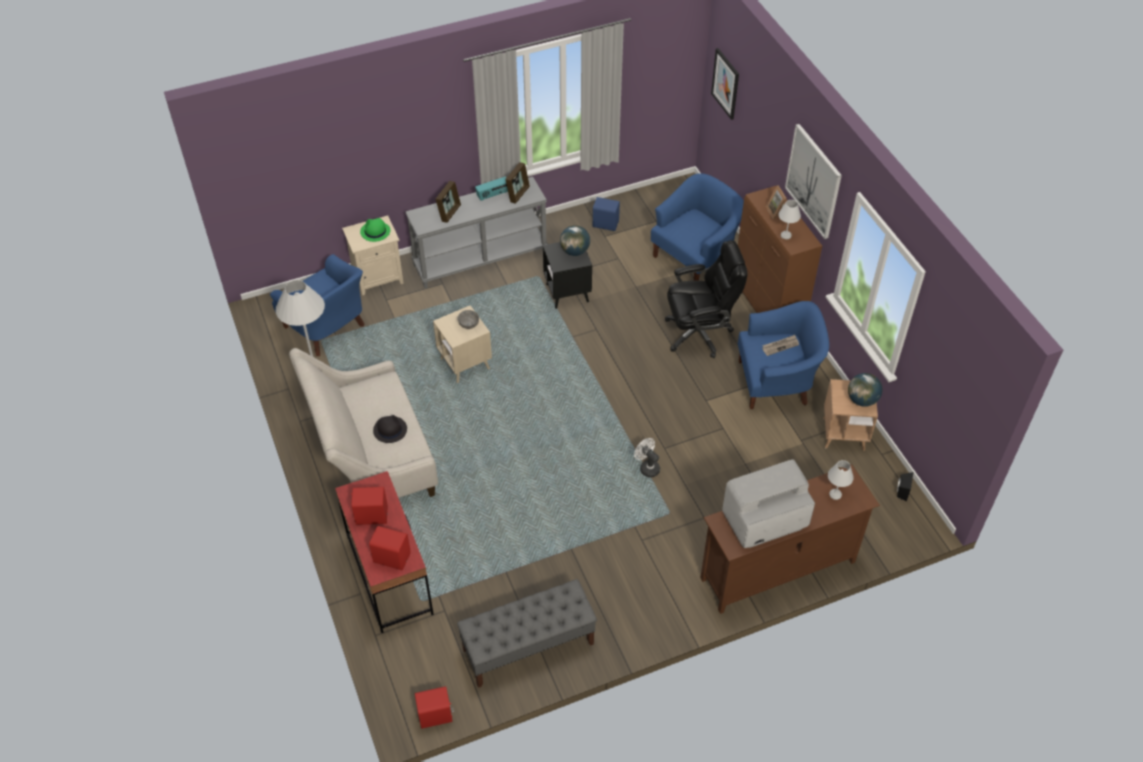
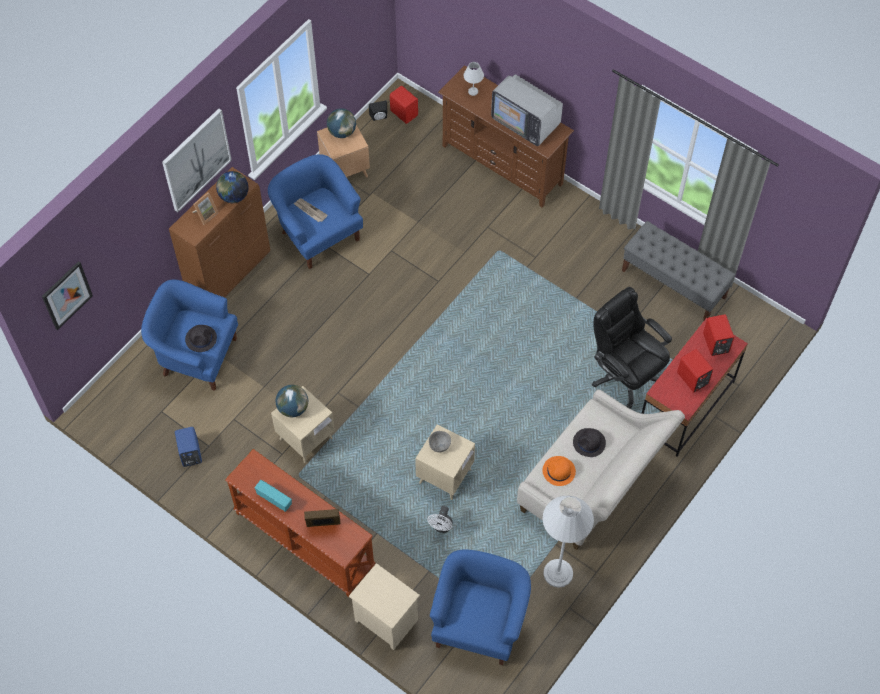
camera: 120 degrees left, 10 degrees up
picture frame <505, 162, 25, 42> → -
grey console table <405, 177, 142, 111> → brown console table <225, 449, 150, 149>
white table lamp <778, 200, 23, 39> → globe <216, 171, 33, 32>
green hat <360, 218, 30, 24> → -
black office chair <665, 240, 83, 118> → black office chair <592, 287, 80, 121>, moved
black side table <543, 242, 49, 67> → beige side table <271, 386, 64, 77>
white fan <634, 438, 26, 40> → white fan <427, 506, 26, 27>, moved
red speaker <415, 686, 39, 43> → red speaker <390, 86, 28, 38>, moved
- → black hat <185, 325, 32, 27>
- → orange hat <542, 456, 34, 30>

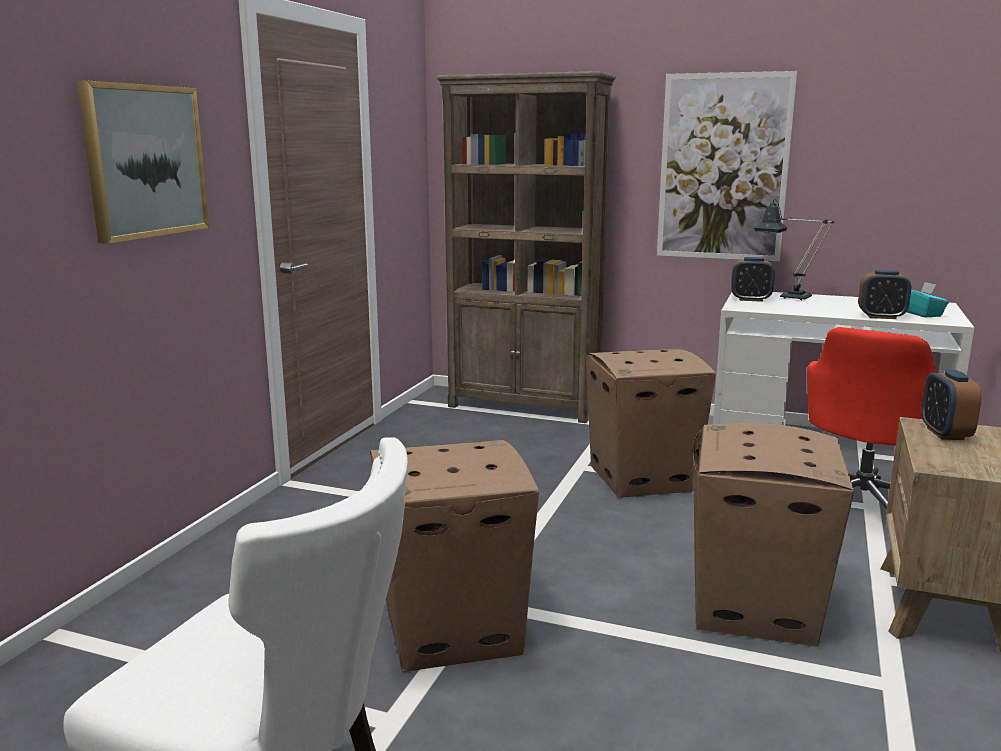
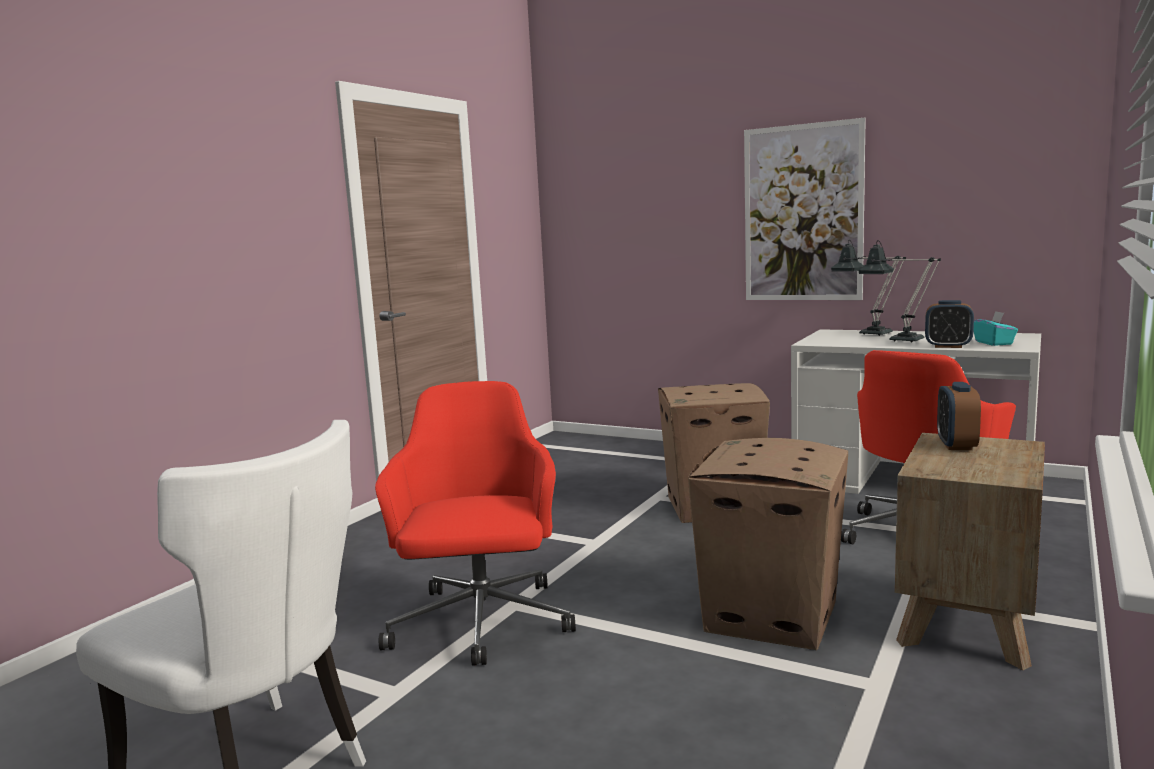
camera: 10 degrees right, 5 degrees down
brown bookcase <436, 71, 180, 352> → -
picture <77, 81, 132, 163> → -
alarm clock <731, 257, 44, 45> → -
cardboard box <370, 440, 169, 232> → red office chair <375, 381, 201, 285>
- → table lamp <858, 240, 83, 103>

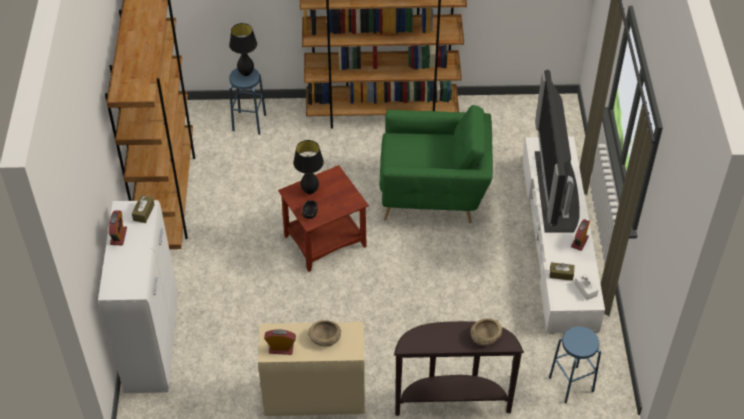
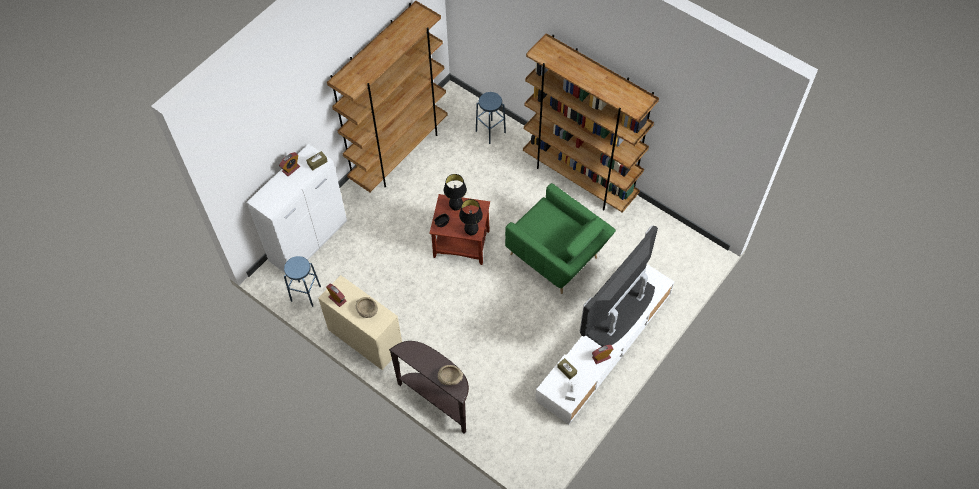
camera: 40 degrees right, 10 degrees up
black table lamp <229, 23, 28, 53> → black table lamp <459, 199, 24, 36>, moved
blue stool <549, 327, 52, 76> → blue stool <284, 256, 37, 51>, moved

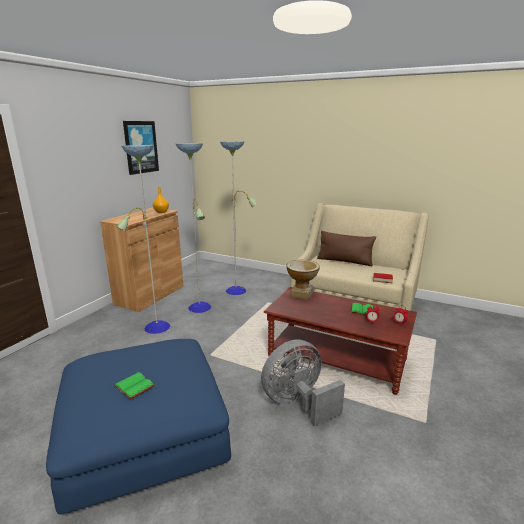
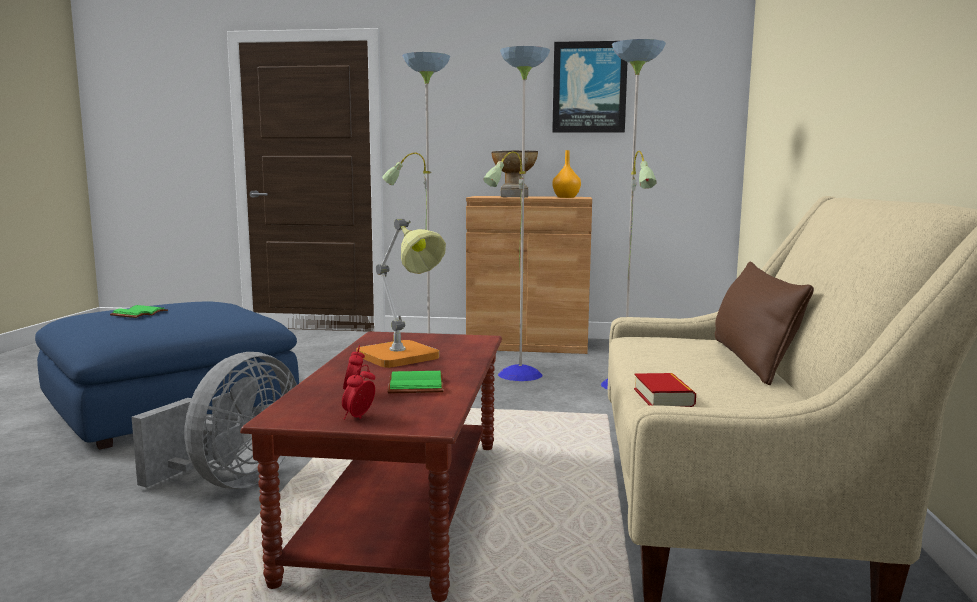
camera: 70 degrees right, 10 degrees down
vase <286, 260, 34, 40> → vase <491, 151, 47, 47>, moved
grey fan <261, 339, 84, 87> → grey fan <132, 352, 165, 137>, 75 degrees clockwise
- → table lamp <356, 219, 90, 149>

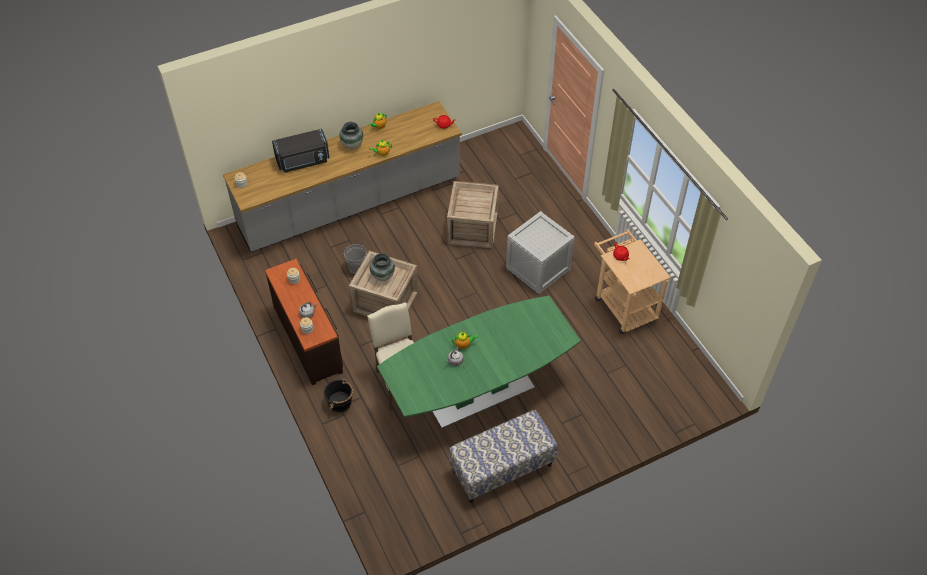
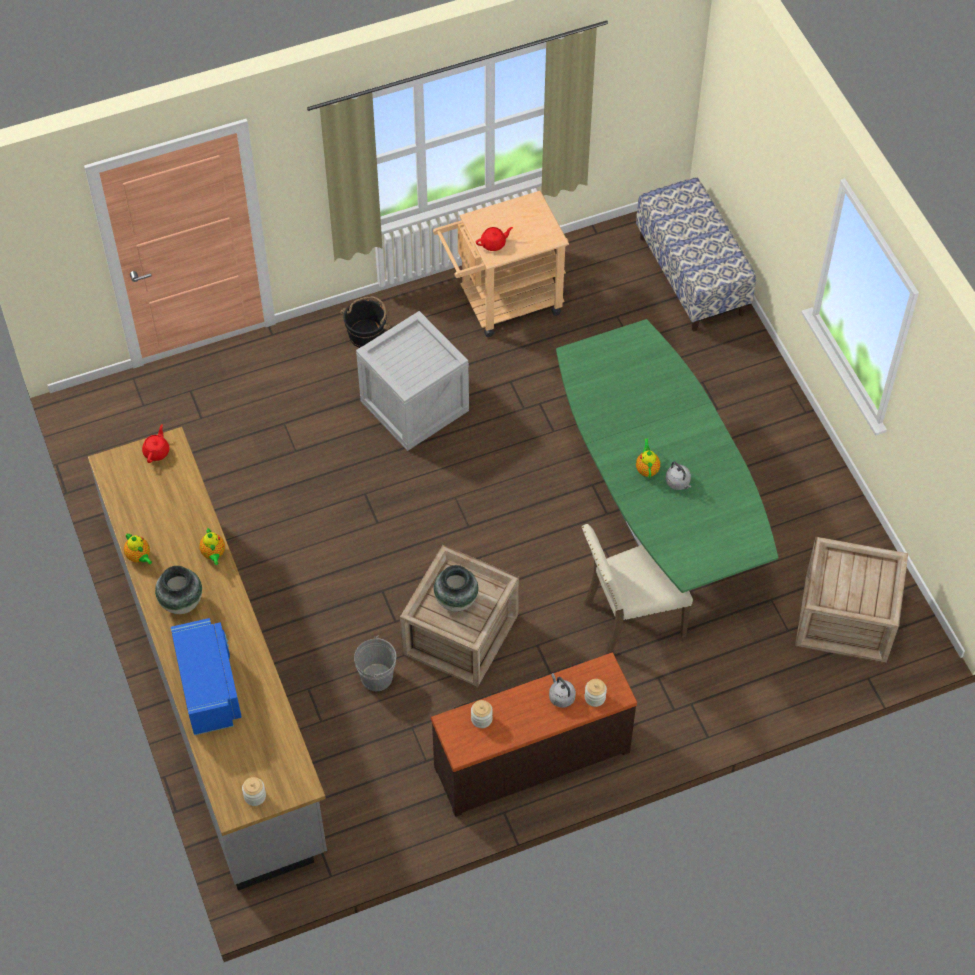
camera: 85 degrees left, 5 degrees up
black microwave <272, 129, 58, 44> → blue microwave <171, 618, 71, 117>
crate <447, 181, 52, 68> → crate <795, 537, 113, 126>, moved
black bucket <324, 378, 30, 34> → black bucket <340, 296, 50, 52>, moved
bench <449, 410, 109, 93> → bench <636, 177, 120, 154>, moved

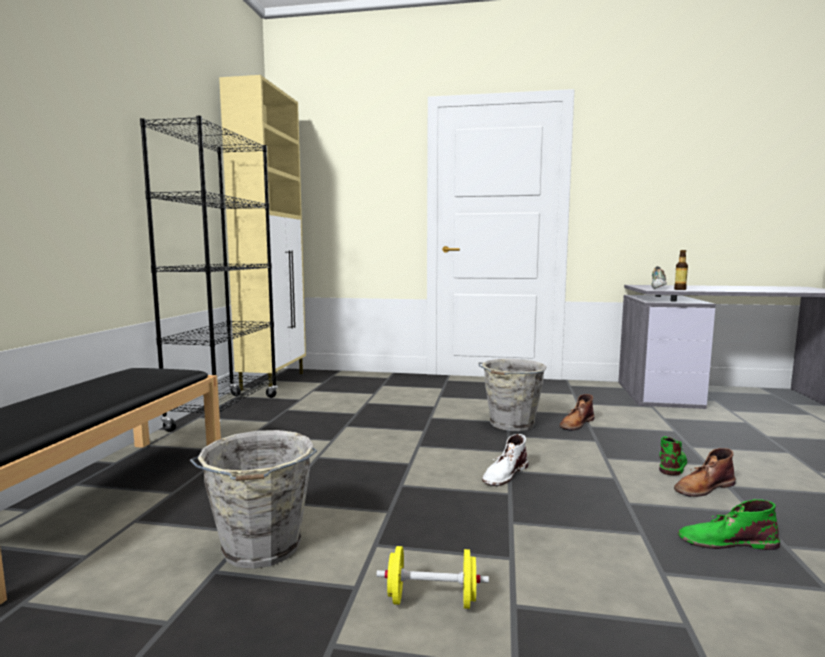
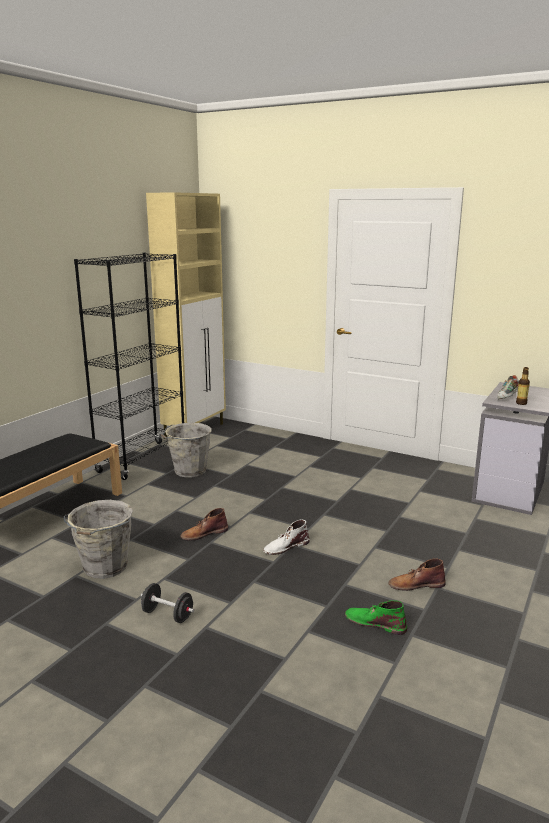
camera: 20 degrees right, 10 degrees up
grey bucket <478, 359, 69, 72> → grey bucket <161, 423, 51, 54>, moved
brown boot <560, 394, 35, 37> → brown boot <180, 508, 48, 33>, moved
green boot <659, 436, 28, 40> → -
yellow dumbbell <376, 546, 113, 63> → black dumbbell <141, 583, 53, 40>

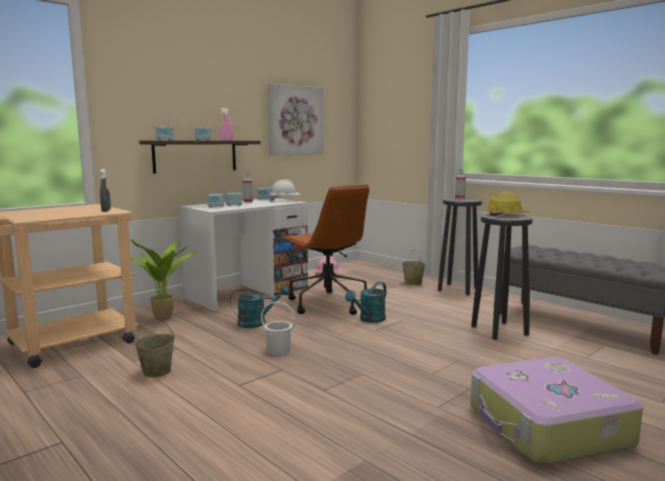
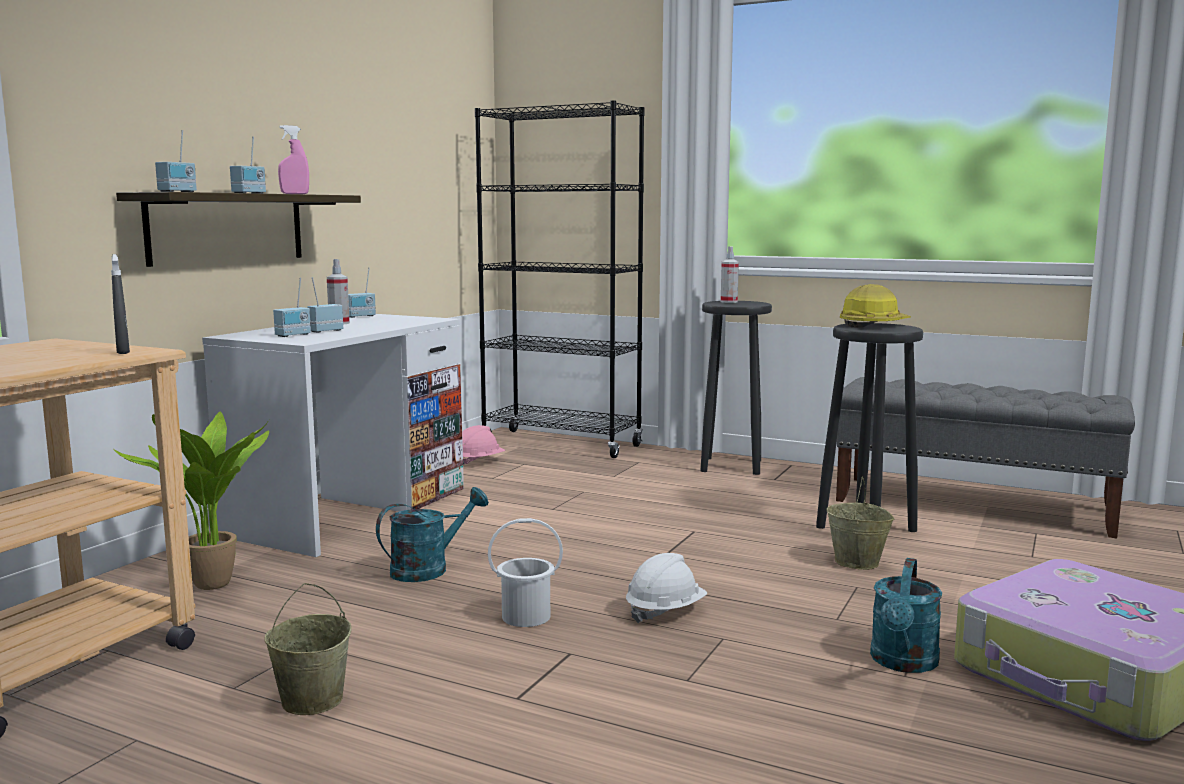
camera: 20 degrees left, 0 degrees up
picture <268, 83, 55, 73> → -
white hard hat <269, 180, 31, 21> → white hard hat <626, 553, 81, 70>, moved
brown office chair <280, 185, 89, 130> → -
beige bucket <402, 250, 24, 36> → beige bucket <827, 476, 67, 94>, moved
turquoise watering can <345, 282, 41, 41> → turquoise watering can <870, 558, 72, 115>, moved
- → black bookcase <475, 100, 170, 358>

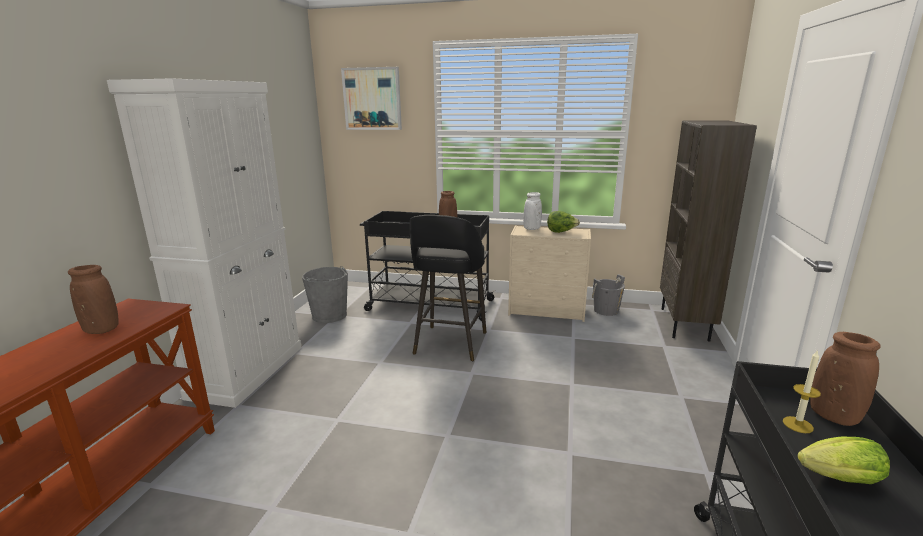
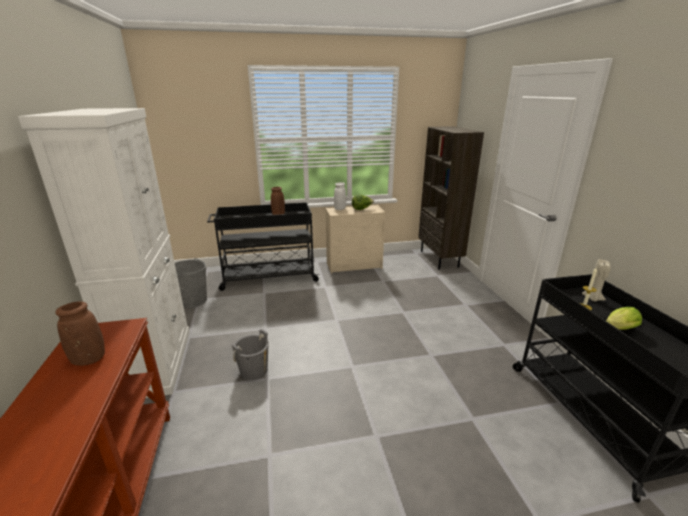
camera: 25 degrees left, 5 degrees up
picture <341, 67, 61, 63> → -
black stool <410, 215, 77, 146> → -
grey bucket <592, 274, 33, 42> → grey bucket <231, 329, 38, 51>, moved
brown vase <810, 332, 71, 94> → beige candle <582, 259, 29, 43>

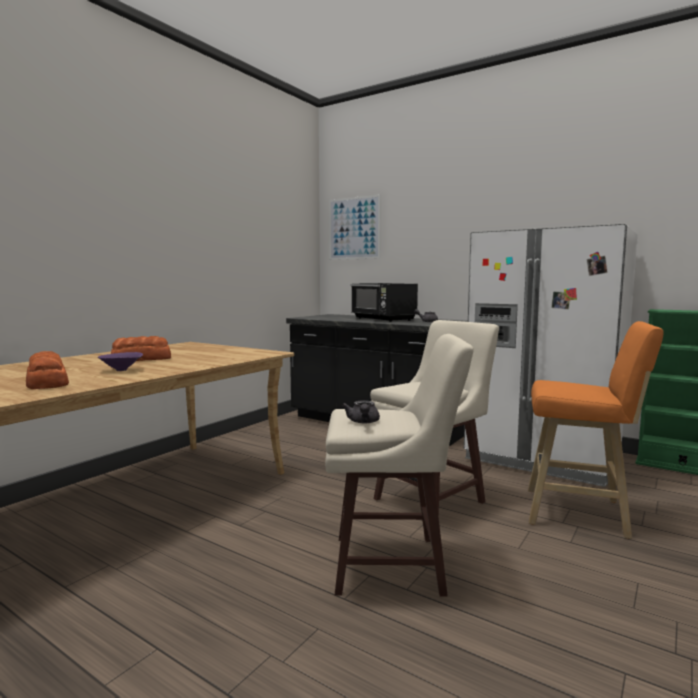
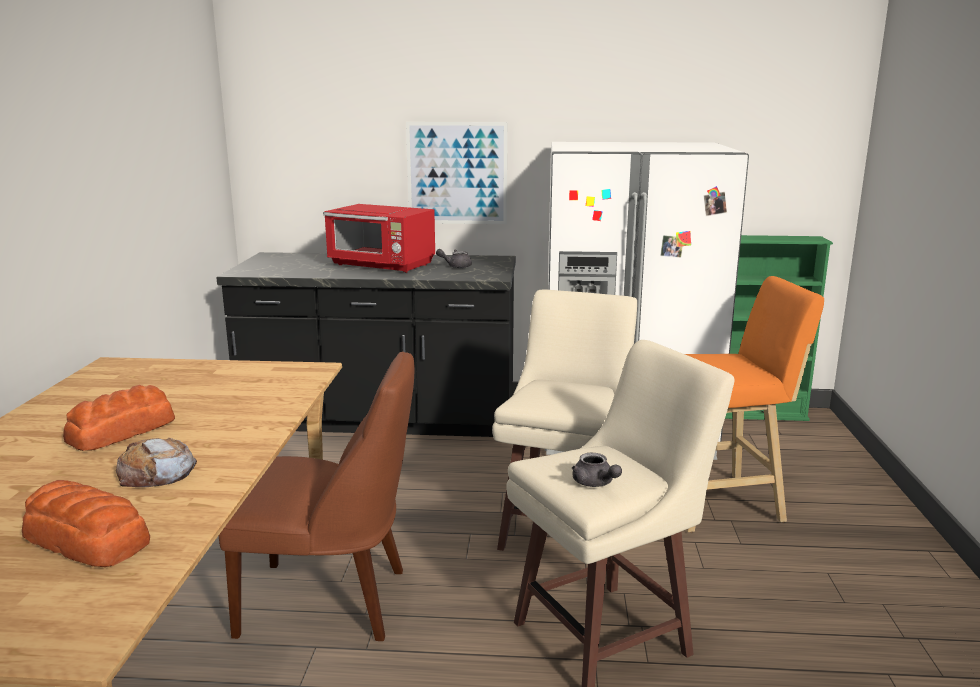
camera: 30 degrees left, 10 degrees up
picture <329, 194, 52, 66> → picture <406, 122, 101, 102>, moved
black microwave <351, 283, 67, 39> → red microwave <323, 204, 112, 69>
purple bowl <98, 352, 45, 19> → bread <116, 438, 81, 49>
- → brown chair <219, 351, 195, 290>

